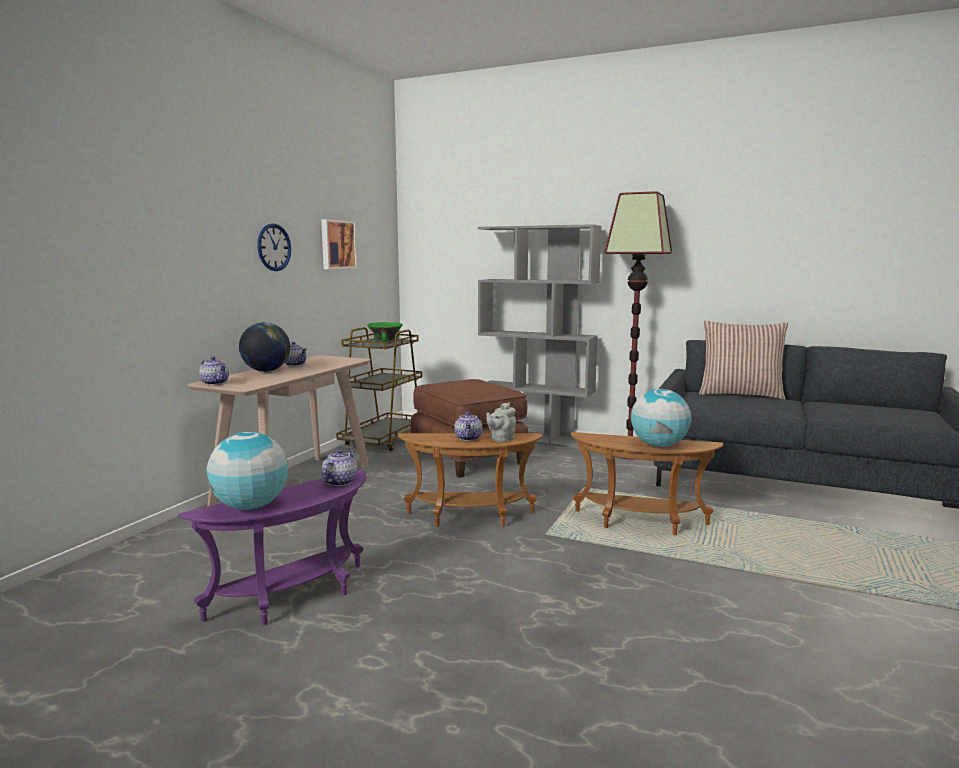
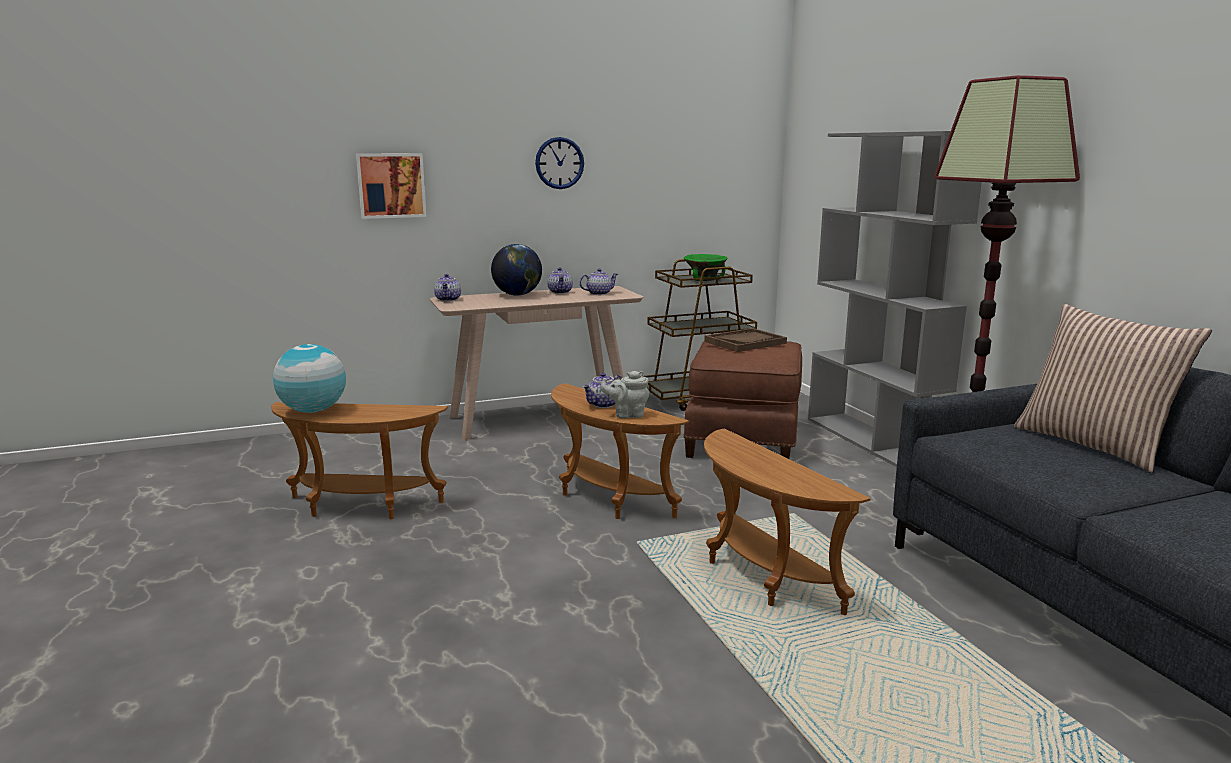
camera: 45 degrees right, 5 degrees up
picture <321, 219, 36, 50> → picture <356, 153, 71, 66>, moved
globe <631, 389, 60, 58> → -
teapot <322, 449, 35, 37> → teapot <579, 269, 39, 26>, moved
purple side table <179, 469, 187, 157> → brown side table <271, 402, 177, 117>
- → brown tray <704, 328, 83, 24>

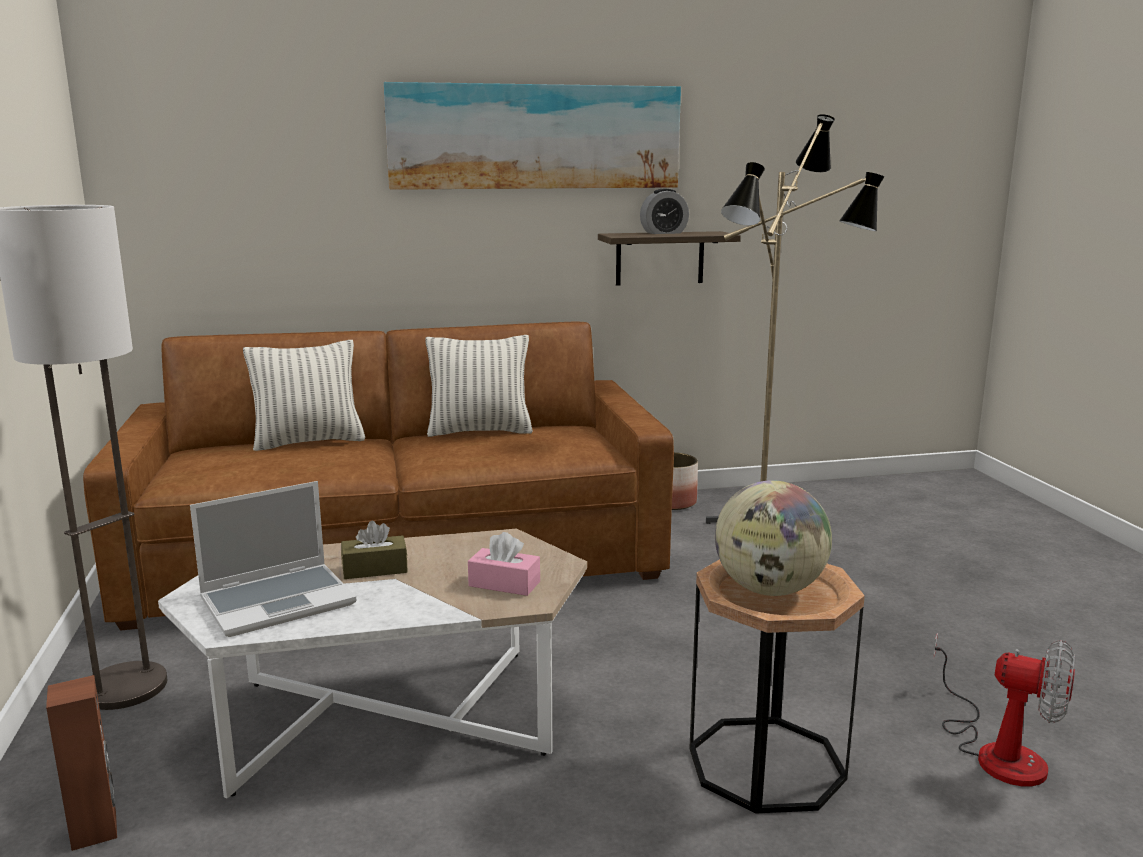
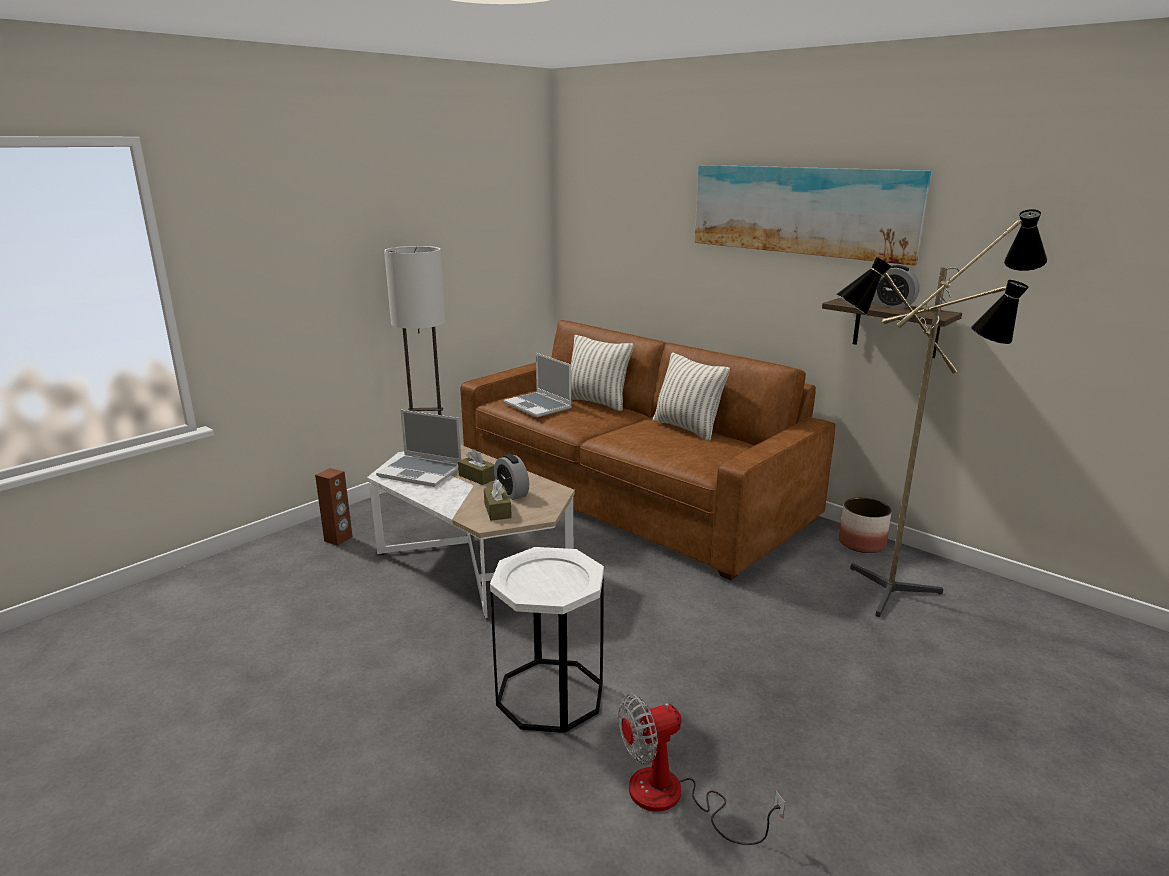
camera: 55 degrees right, 5 degrees up
globe <715, 480, 117, 116> → -
pink tissue box <468, 532, 72, 64> → brown tissue box <484, 480, 28, 41>
brown side table <689, 559, 176, 255> → white side table <490, 547, 114, 186>
fan <933, 633, 142, 153> → fan <618, 693, 167, 152>, 75 degrees clockwise
- → laptop <504, 353, 68, 65>
- → alarm clock <494, 454, 35, 46>

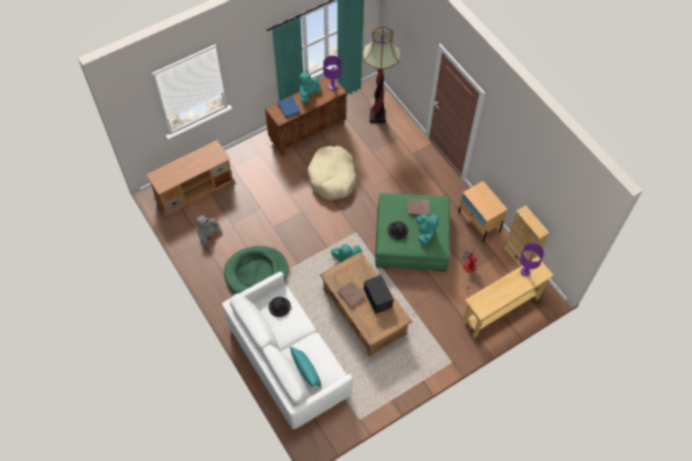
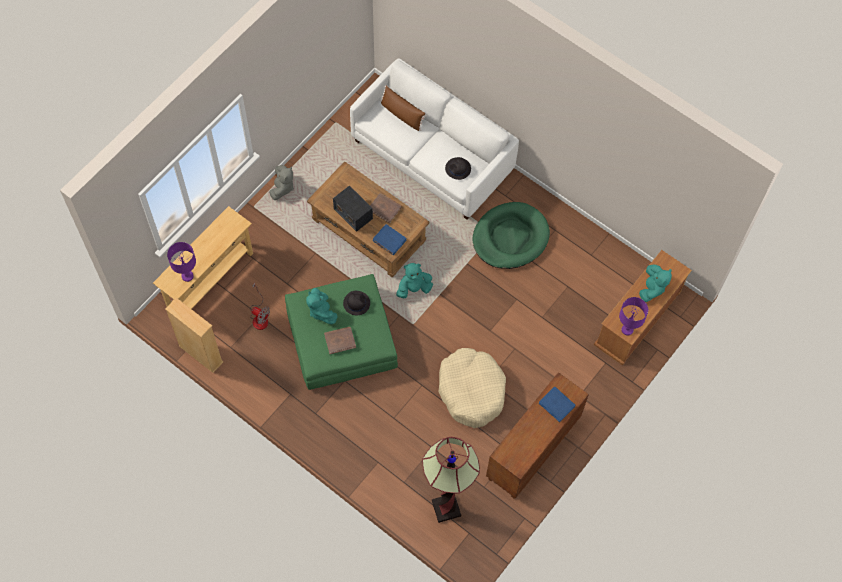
camera: 160 degrees right, 5 degrees up
purple table lamp <323, 56, 19, 35> → purple table lamp <619, 297, 29, 38>, moved
turquoise plush toy <298, 70, 23, 33> → turquoise plush toy <639, 264, 33, 38>, moved
beige nightstand <458, 181, 50, 61> → -
grey plush toy <195, 214, 26, 33> → grey plush toy <269, 165, 25, 35>, moved
turquoise pillow <289, 346, 32, 45> → brown pillow <380, 85, 47, 46>
- → blue book <373, 224, 34, 31>

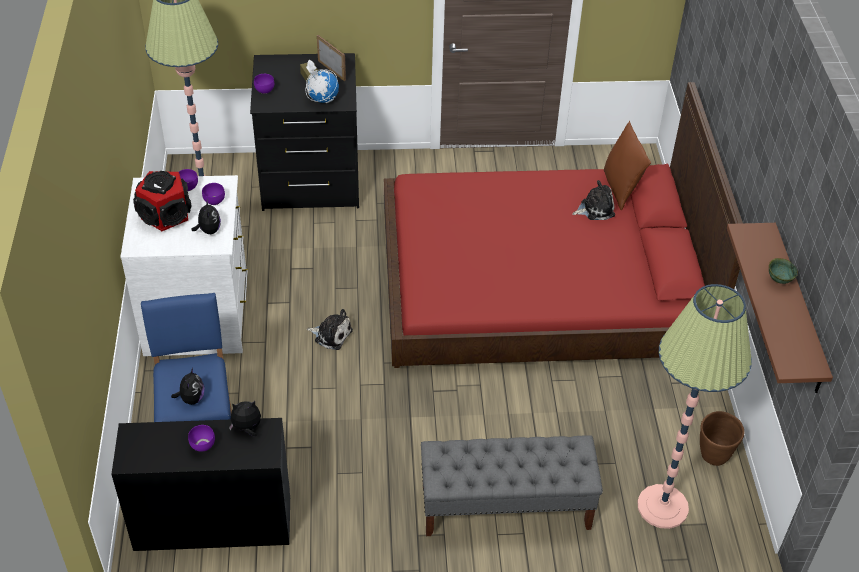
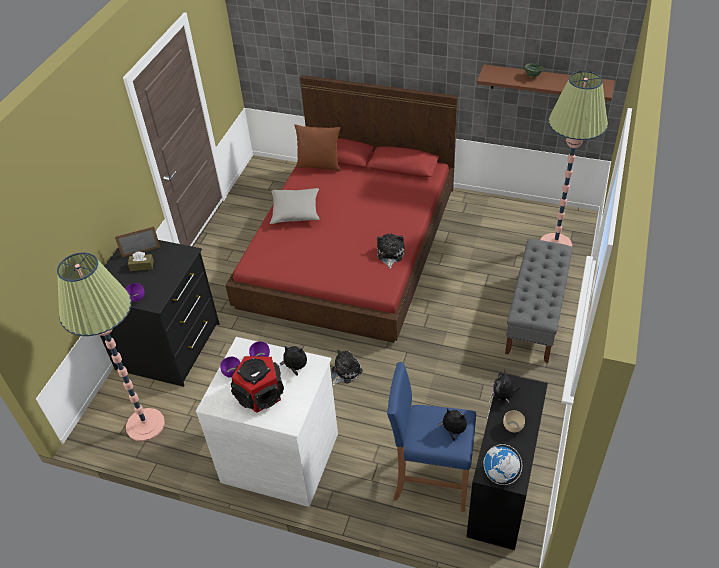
camera: 65 degrees left, 0 degrees up
globe <305, 69, 34, 34> → globe <484, 444, 38, 41>, moved
plush toy <572, 180, 43, 40> → plush toy <377, 234, 28, 35>, moved
brown planter <700, 411, 44, 55> → -
purple bowl <188, 425, 27, 27> → beige bowl <503, 410, 22, 22>
- → grey pillow <270, 188, 49, 36>

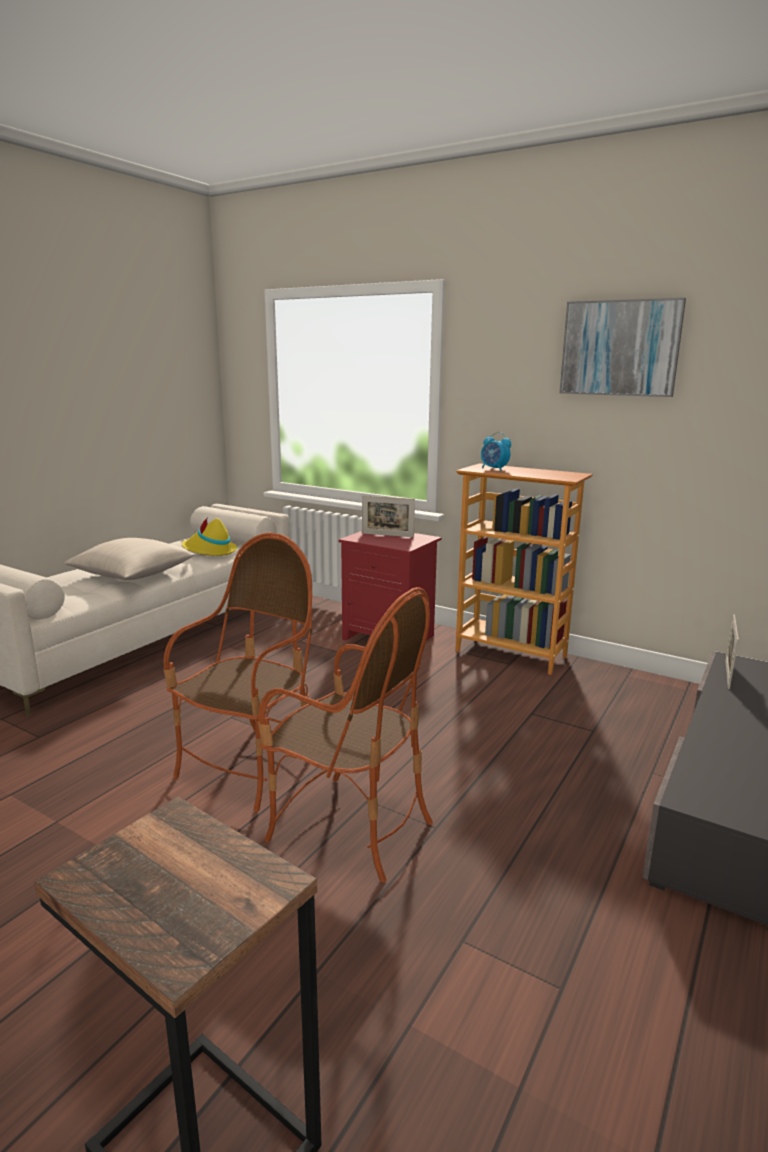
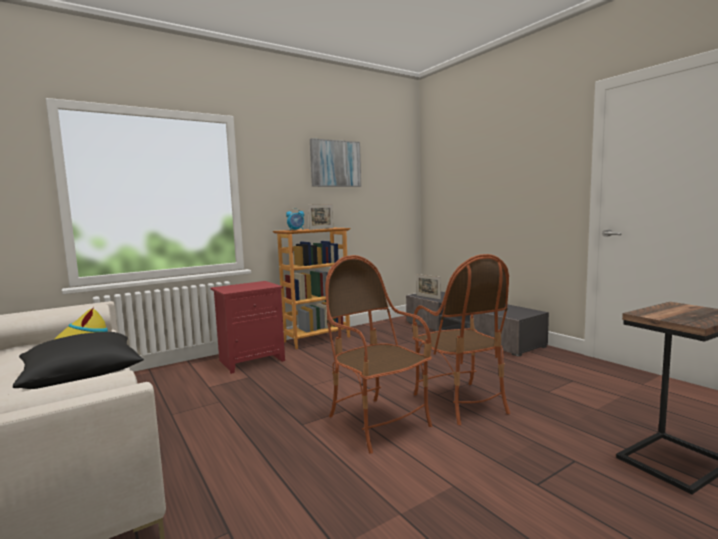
camera: 65 degrees left, 10 degrees down
picture frame <362, 496, 53, 41> → picture frame <308, 204, 25, 26>, moved
beige pillow <64, 538, 132, 42> → black pillow <13, 332, 131, 57>
armchair <258, 587, 175, 295> → armchair <412, 254, 98, 171>, 105 degrees clockwise

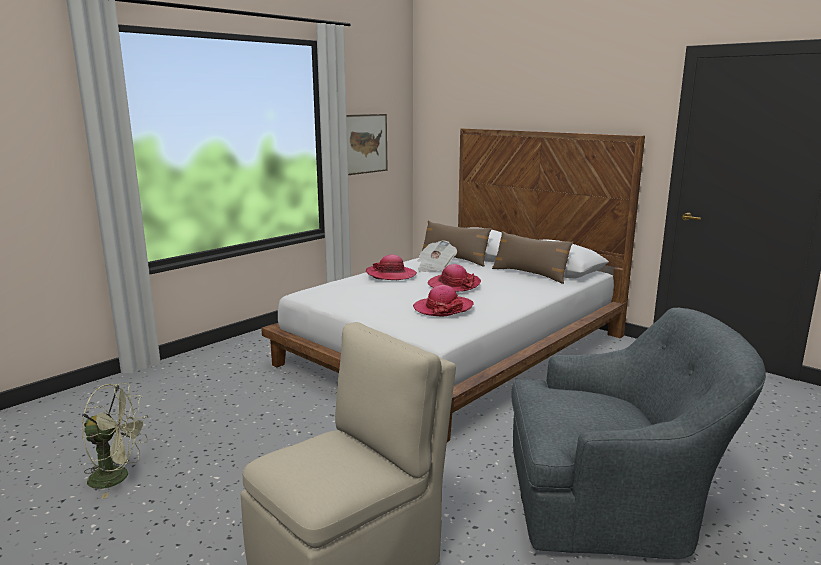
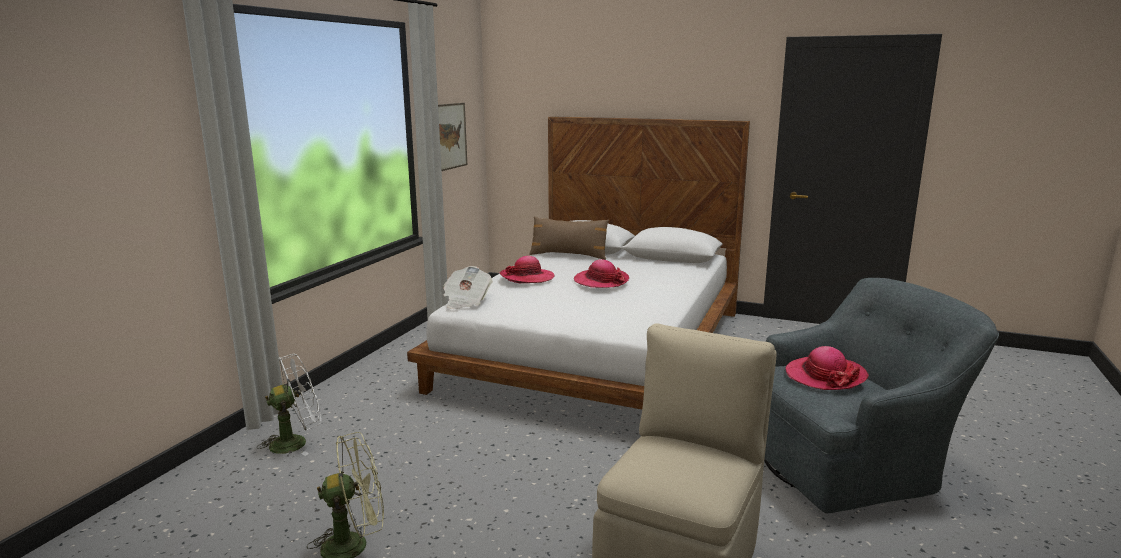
camera: 20 degrees left, 0 degrees up
brown pillow <492, 231, 81, 53> → -
newspaper <418, 240, 39, 32> → newspaper <443, 266, 49, 43>, moved
hat <413, 285, 61, 31> → hat <786, 346, 83, 44>, moved
- → white fan <257, 354, 64, 102>

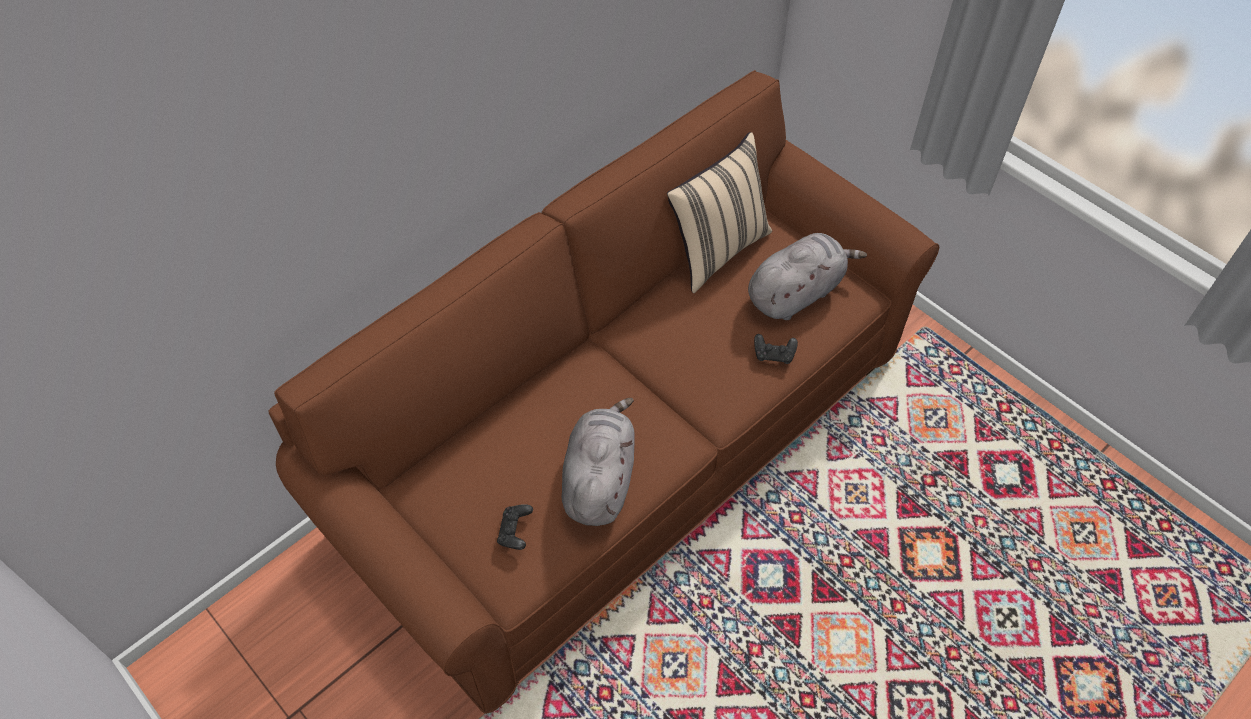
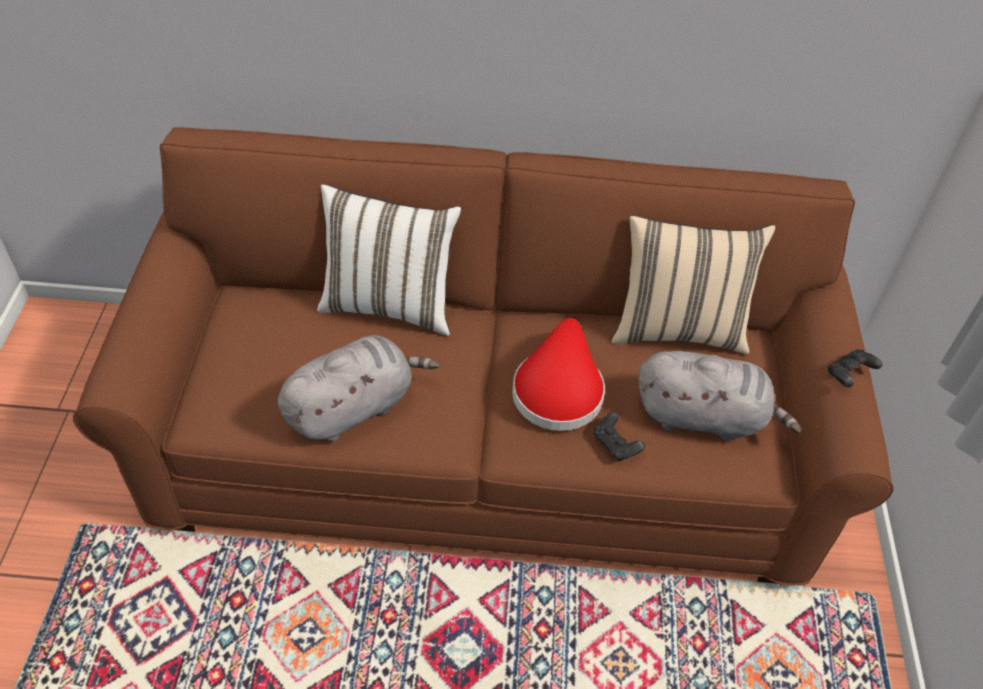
camera: 45 degrees right, 5 degrees down
black game controller <497, 504, 36, 46> → black game controller <828, 349, 55, 38>, moved
- → white pillow <317, 184, 144, 152>
- → red hat <512, 318, 93, 113>

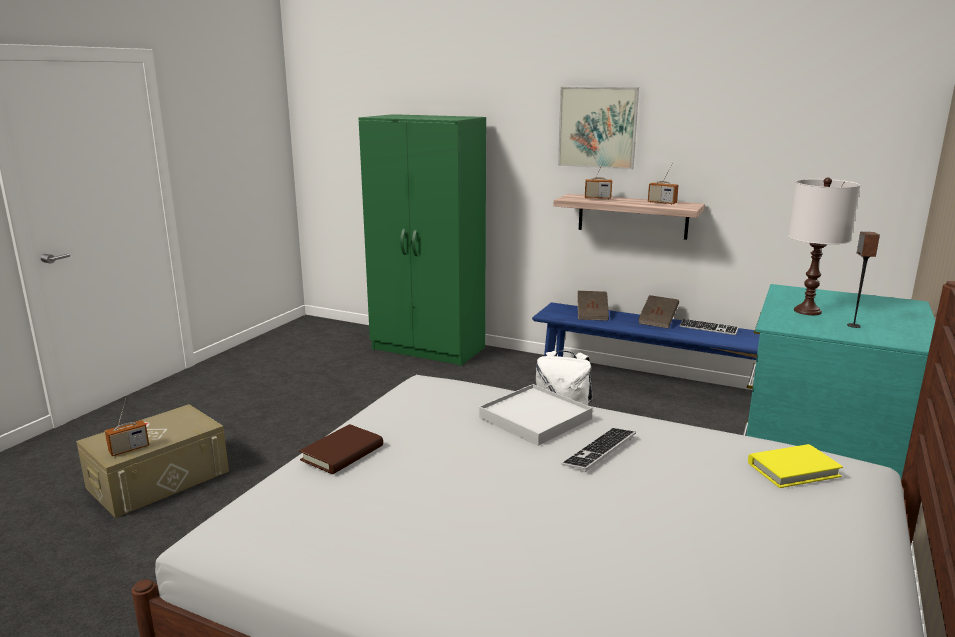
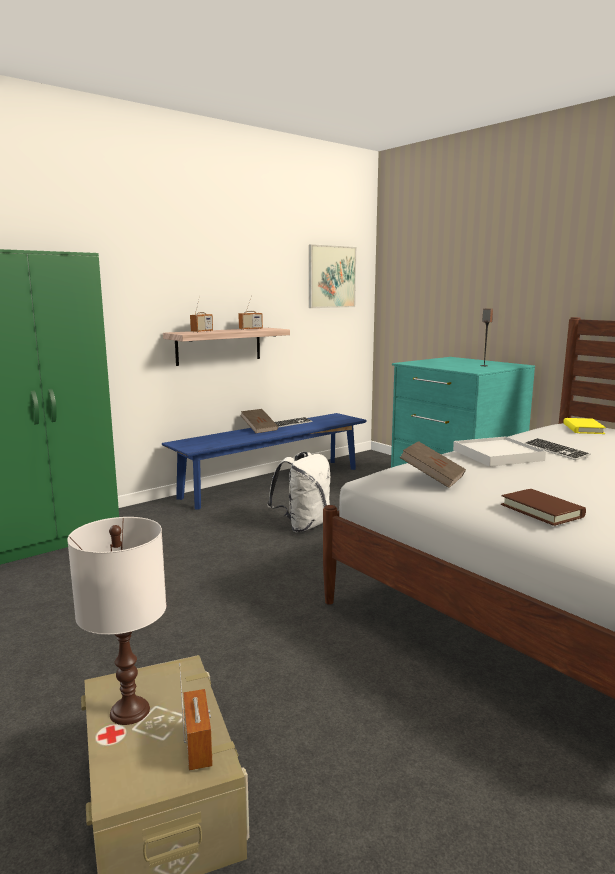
camera: 65 degrees left, 5 degrees down
picture <558, 87, 81, 83> → picture <309, 244, 47, 64>, moved
white table lamp <788, 177, 72, 138> → white table lamp <67, 517, 99, 208>, moved
brown book <577, 291, 32, 30> → brown book <399, 441, 67, 47>, moved

